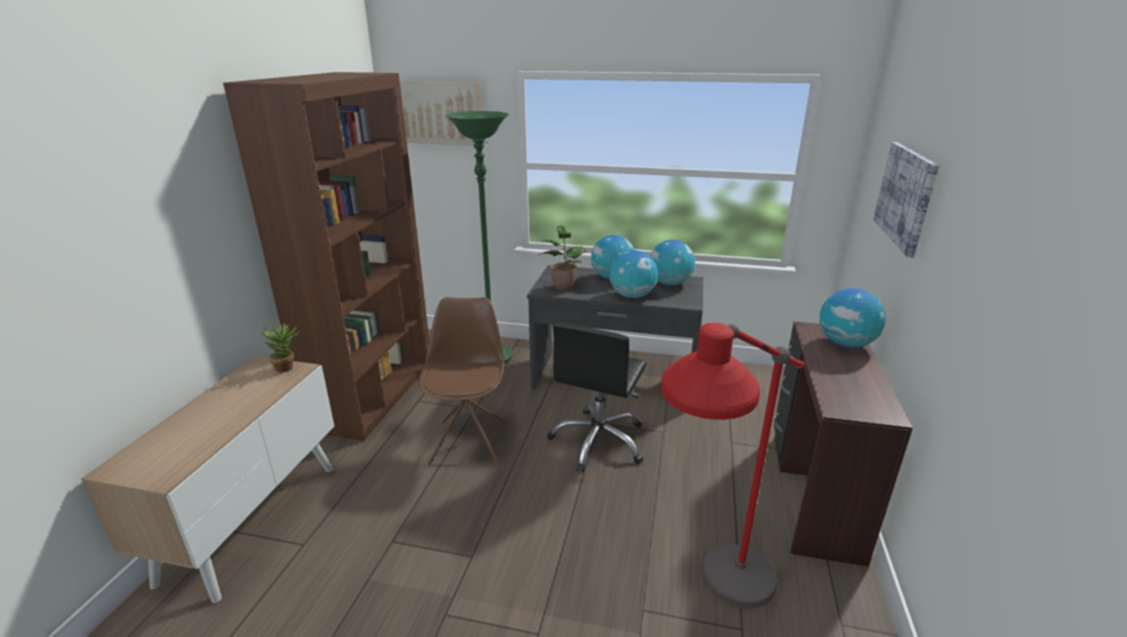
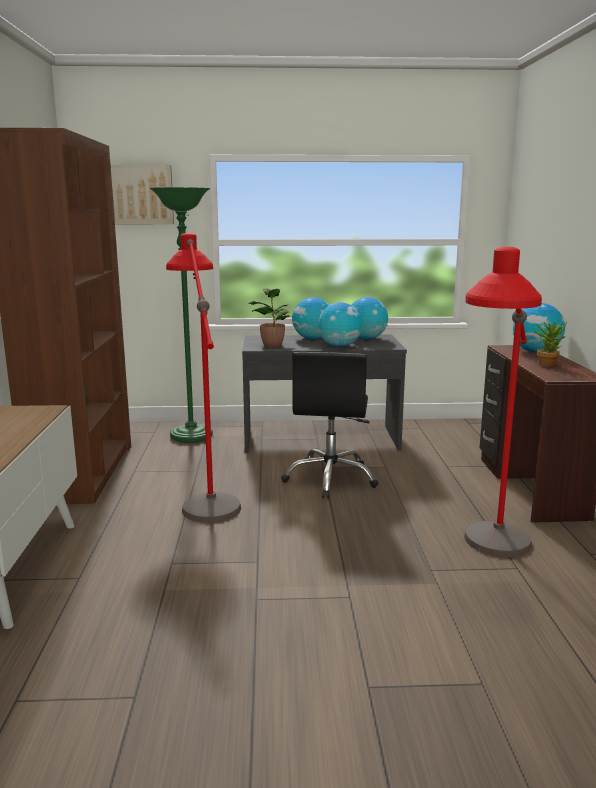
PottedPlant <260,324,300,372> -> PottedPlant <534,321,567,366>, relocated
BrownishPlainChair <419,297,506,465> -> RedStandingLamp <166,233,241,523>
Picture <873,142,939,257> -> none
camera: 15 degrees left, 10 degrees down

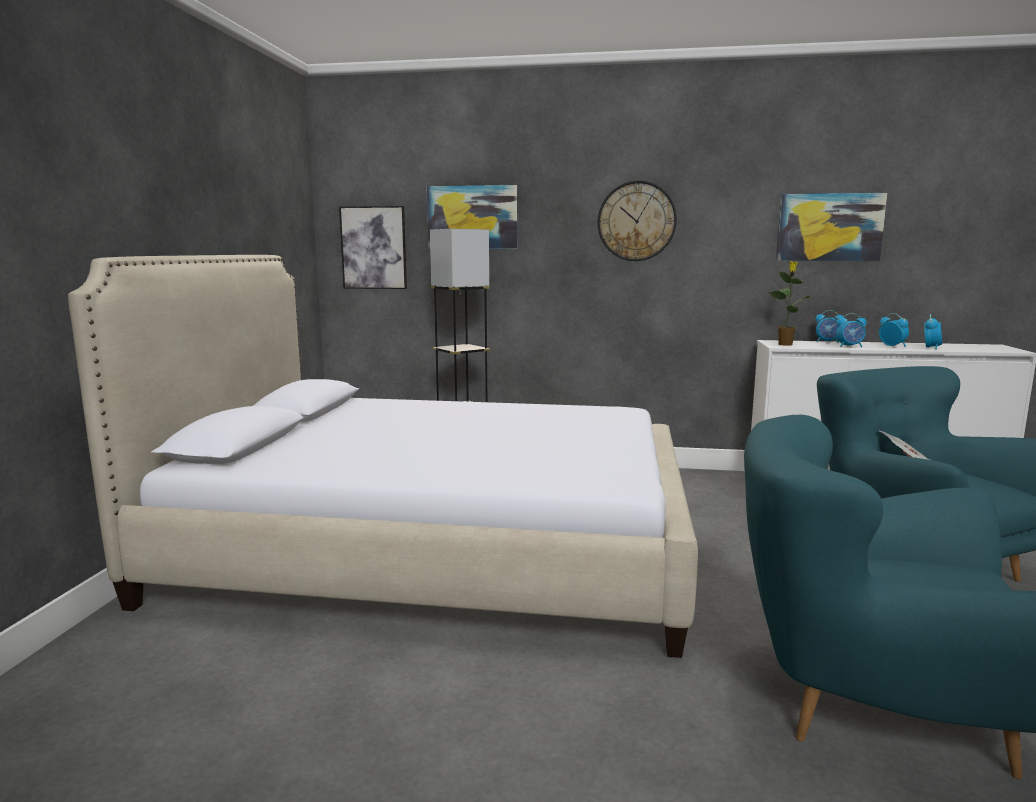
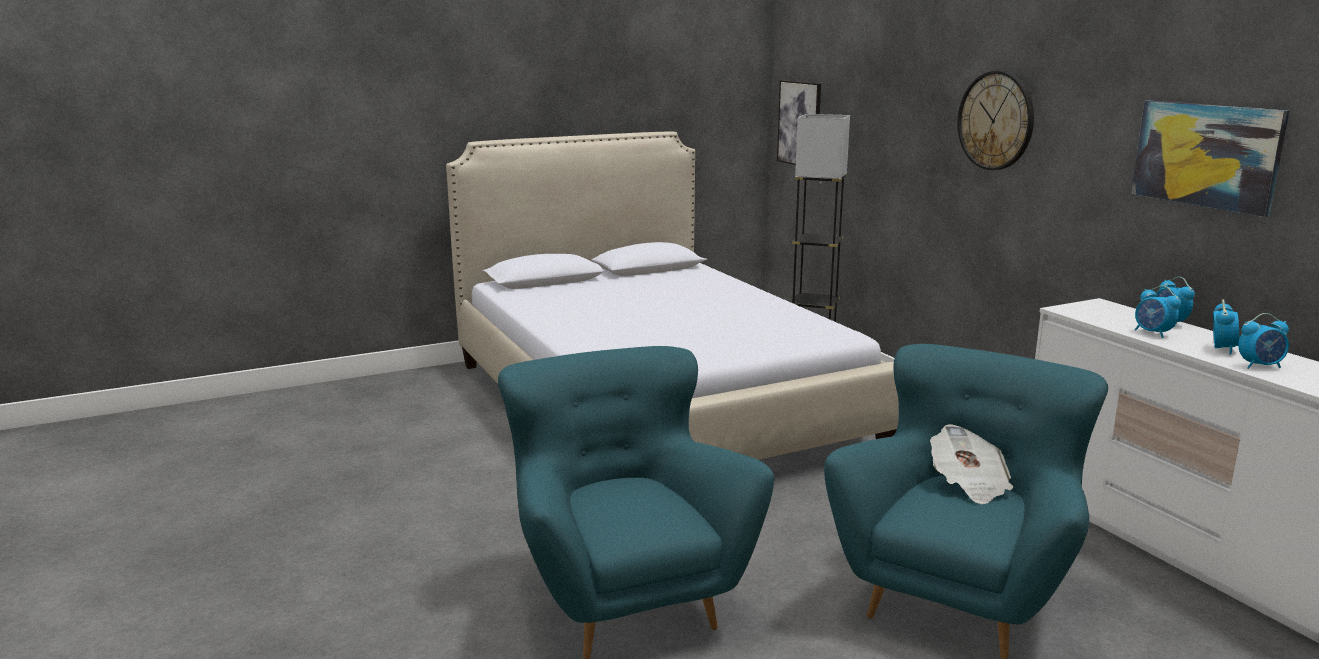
Picture <426,185,518,249> -> none
PottedPlant <768,261,812,346> -> none
camera: 55 degrees right, 5 degrees up

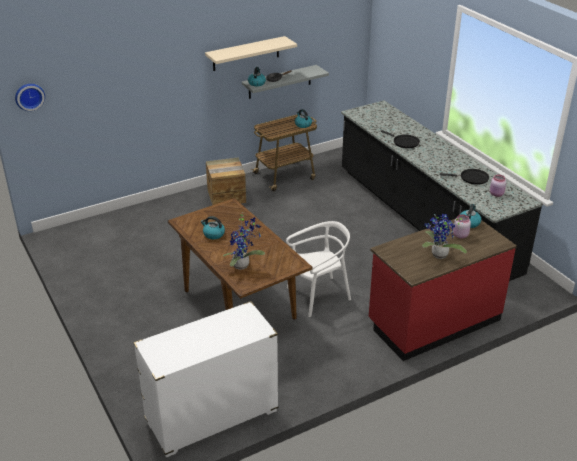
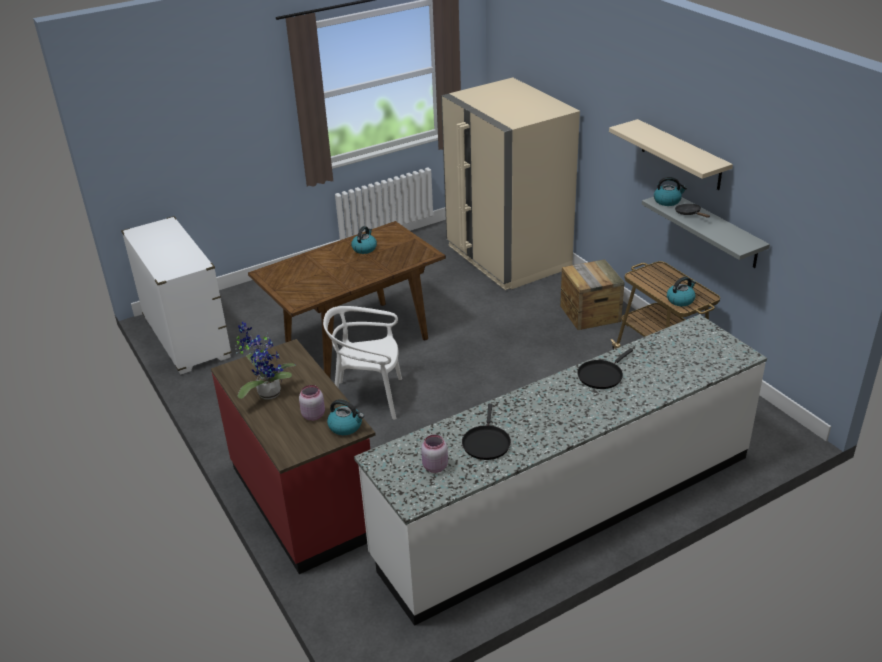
HangingClock <15,84,45,111> -> none
PottedPlant <223,212,265,270> -> none
WhitePlainChair <286,221,351,317> -> WhitePlainChair <323,306,402,420>, 120 degrees clockwise
BlackColouredKitchenCounter <341,100,543,281> -> WhiteKitchenCounter <354,314,767,626>
none -> BeigeRefrigerator <441,77,580,290>
camera: 90 degrees right, 0 degrees up

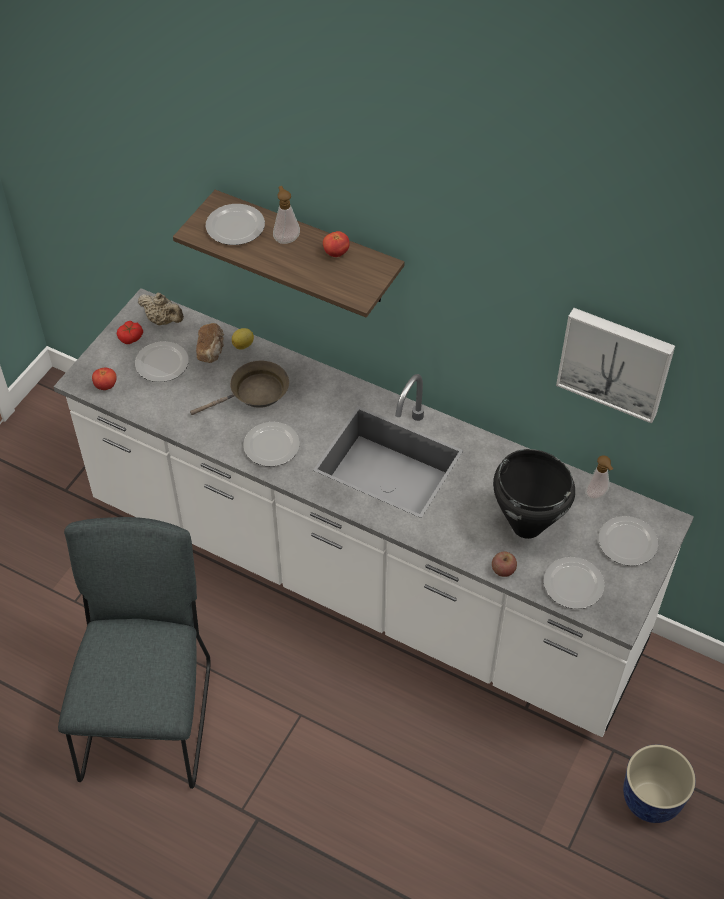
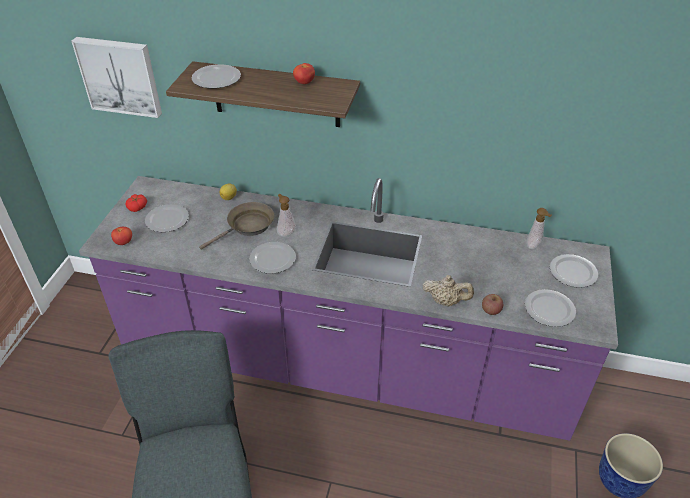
WhiteKitchenCounter <53,288,694,737> -> PurpleColouredKitchenCounter <79,176,618,441>
BeigePotForTea <138,292,184,325> -> BeigePotForTea <423,275,474,307>, relocated
BakedBread <196,323,224,363> -> none
SoapDispenser <273,186,300,244> -> SoapDispenser <277,194,296,237>, relocated
BlackColouredCookingPot <493,449,575,539> -> none
Picture <556,308,675,424> -> Picture <71,37,162,118>, relocated
camera: 15 degrees left, 10 degrees down

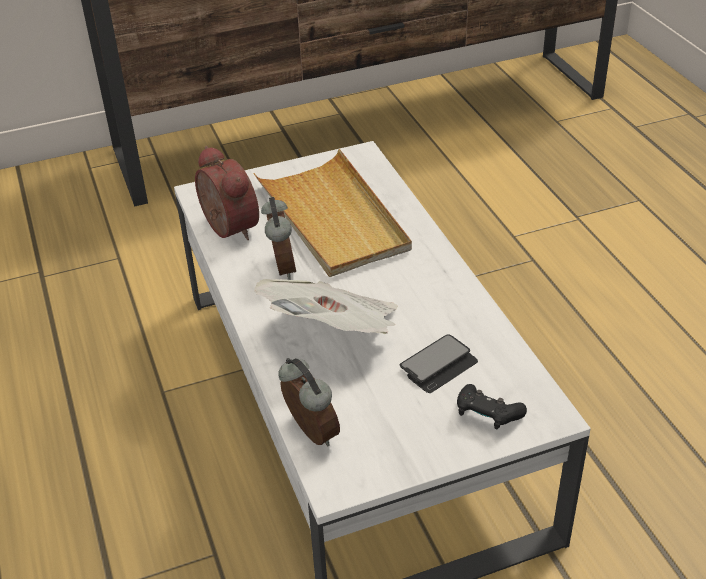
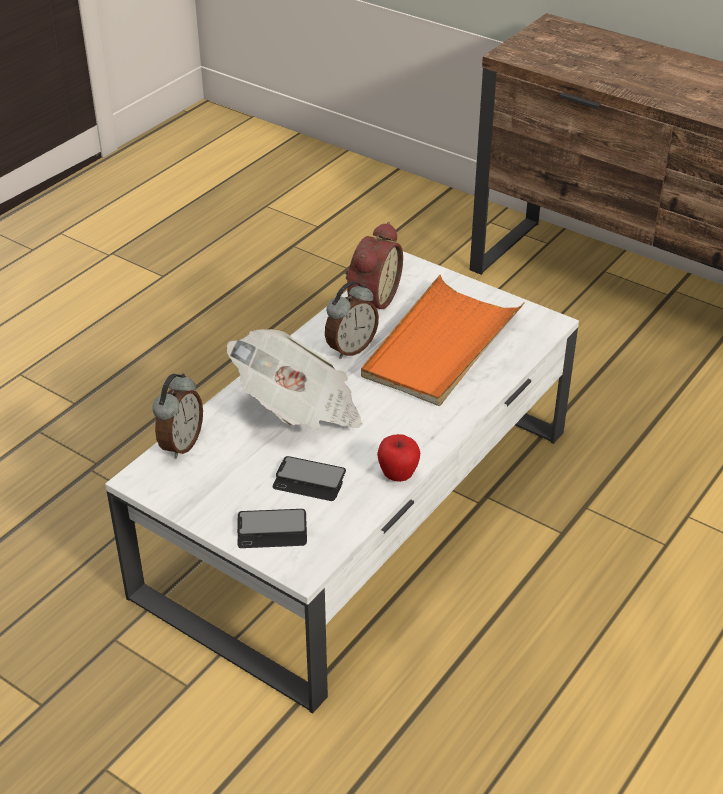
BeigeCarryingTray <253,149,412,277> -> OrangeyCarryingTray <361,275,524,406>
BlackColouredGameController <457,384,527,429> -> Telephone <237,509,307,548>
none -> Apple <377,434,420,482>
camera: 55 degrees right, 0 degrees up

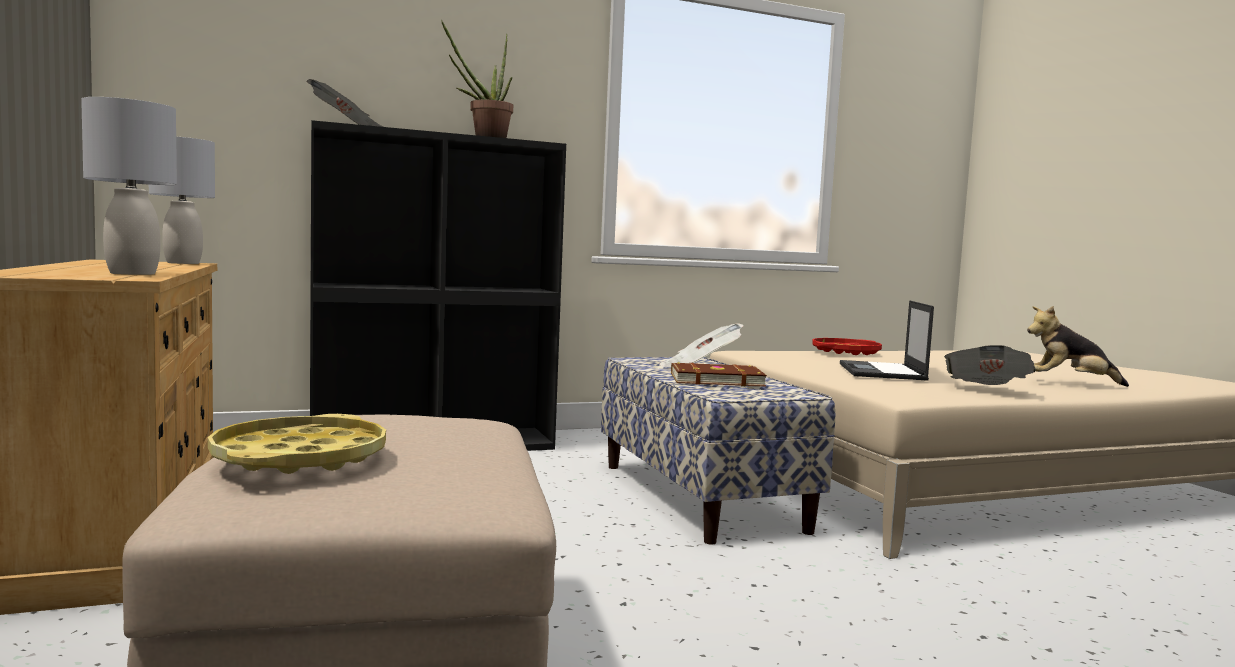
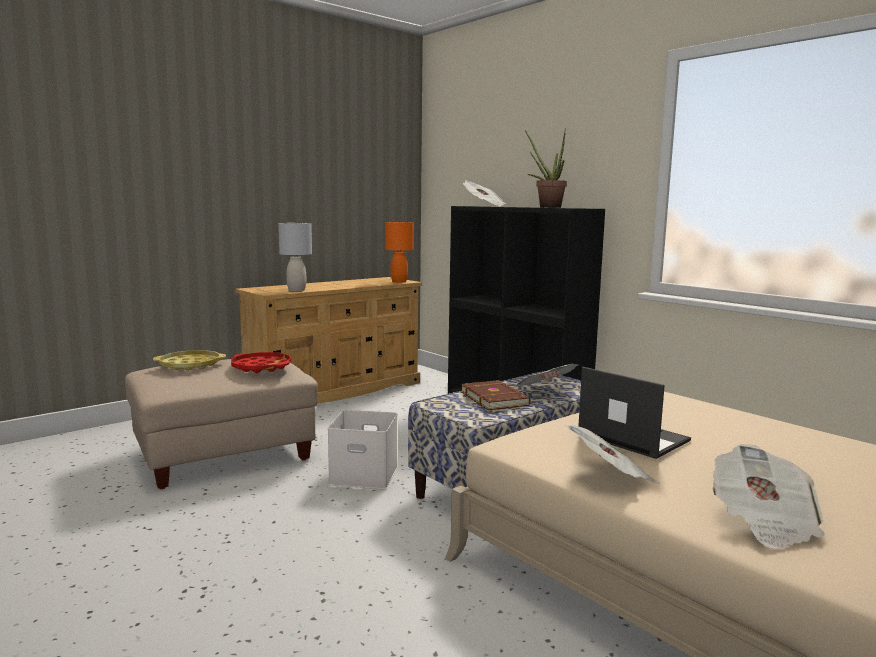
GrayTableLamp <149,136,215,264> -> OrangeyTableLamp <385,222,414,283>
RedCarryingTray <812,338,882,355> -> RedCarryingTray <231,352,291,373>, relocated
Laptop <840,300,934,381> -> Laptop <578,367,691,459>, 60 degrees clockwise
SoftToy <1027,306,1129,387> -> DailyPaper <712,444,825,549>
none -> WhiteStorageContainer <328,410,397,489>
camera: 70 degrees right, 5 degrees up

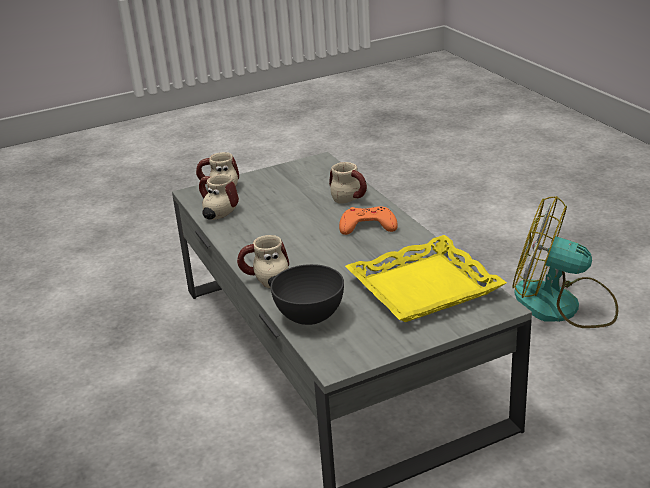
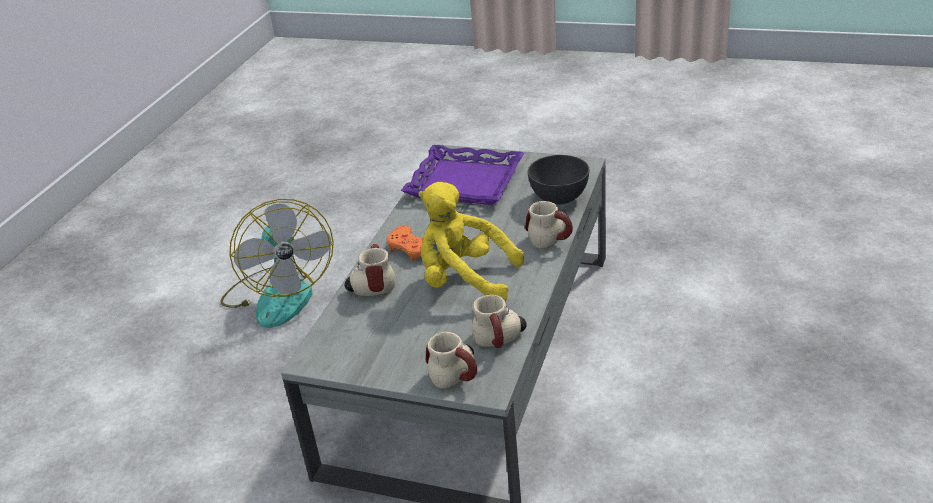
YellowCarryingTray <345,235,507,322> -> PurpleColouredCarryingTray <401,145,524,205>
none -> YellowSoftToy <419,182,524,301>
camera: 135 degrees left, 5 degrees up

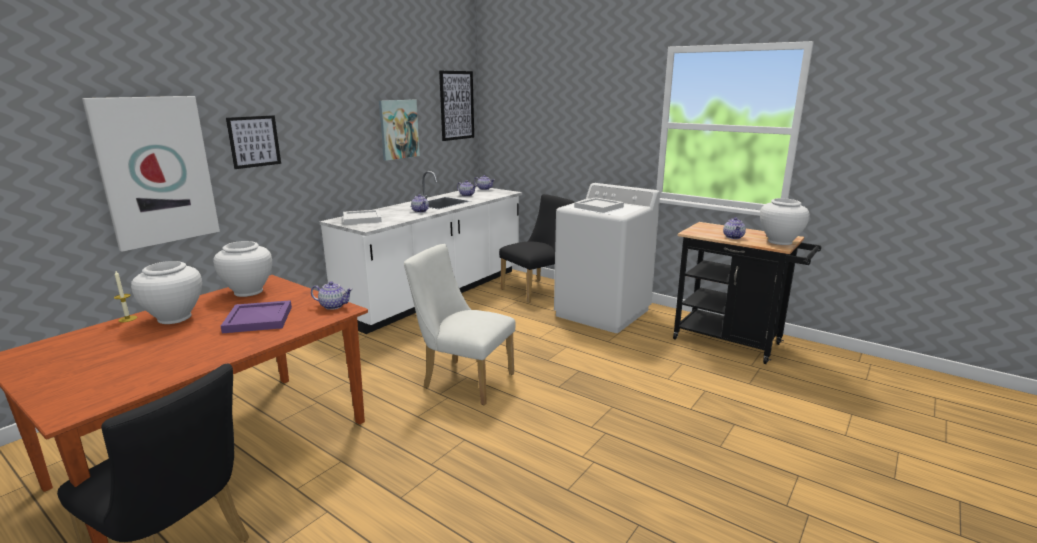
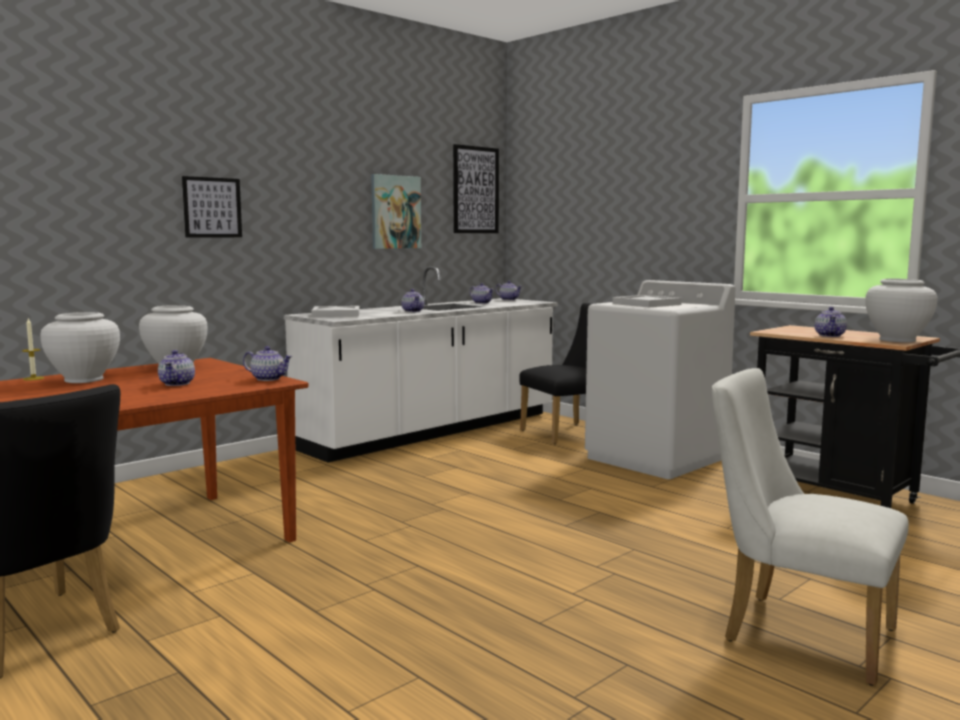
Picture <82,96,220,252> -> none
PurpleColouredCarryingTray <221,300,292,333> -> PotForTea <158,350,195,386>
WhitePlainChair <404,244,516,405> -> WhitePlainChair <712,368,909,686>, relocated
camera: 10 degrees right, 10 degrees down

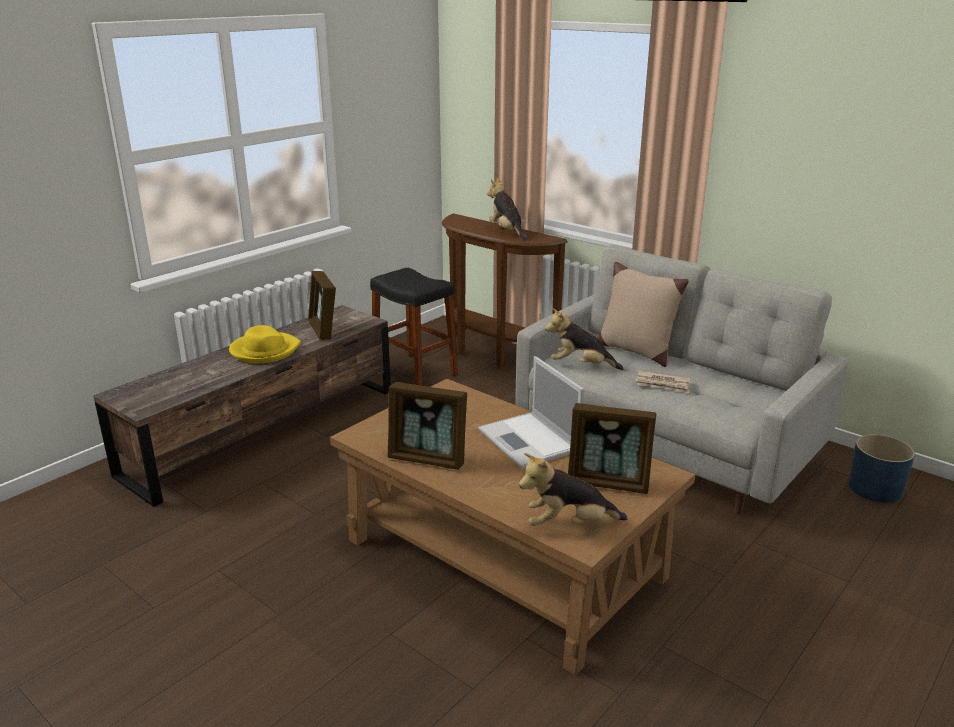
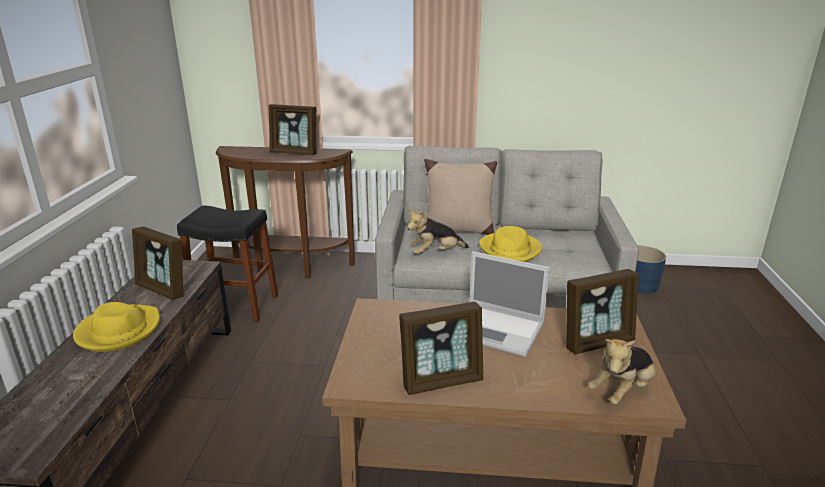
SoftToy <487,178,528,241> -> StandingFrame <268,104,317,155>
DailyPaper <636,371,690,393> -> YellowHat <479,226,542,262>
camera: 35 degrees left, 0 degrees up

